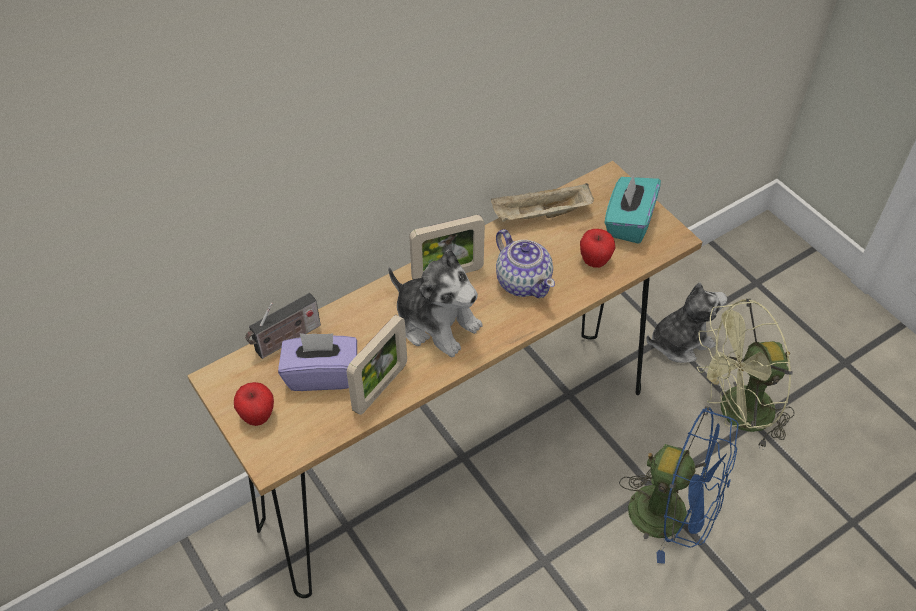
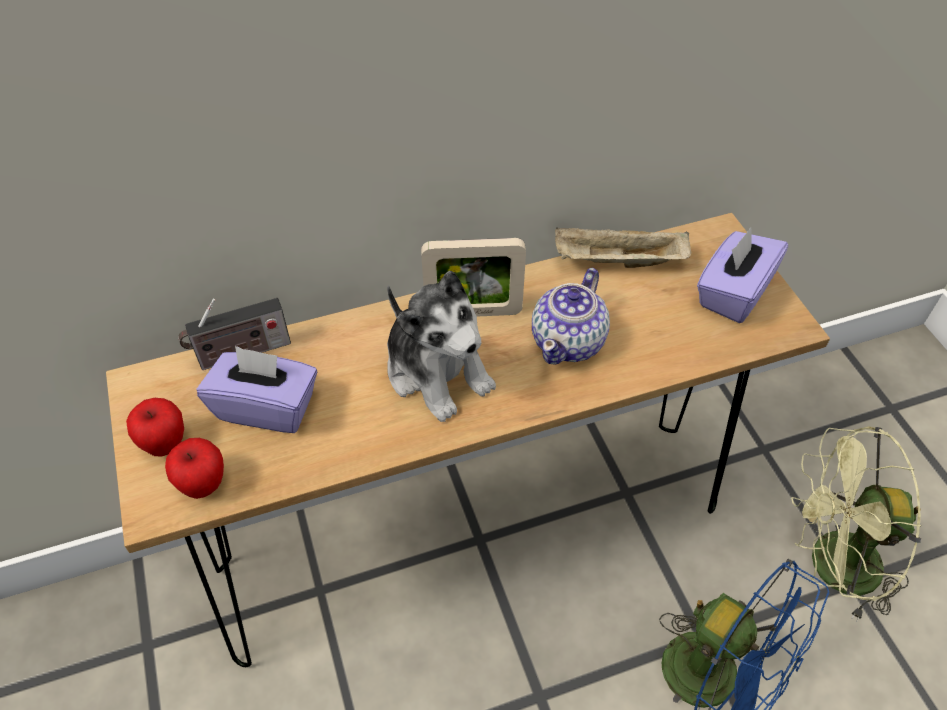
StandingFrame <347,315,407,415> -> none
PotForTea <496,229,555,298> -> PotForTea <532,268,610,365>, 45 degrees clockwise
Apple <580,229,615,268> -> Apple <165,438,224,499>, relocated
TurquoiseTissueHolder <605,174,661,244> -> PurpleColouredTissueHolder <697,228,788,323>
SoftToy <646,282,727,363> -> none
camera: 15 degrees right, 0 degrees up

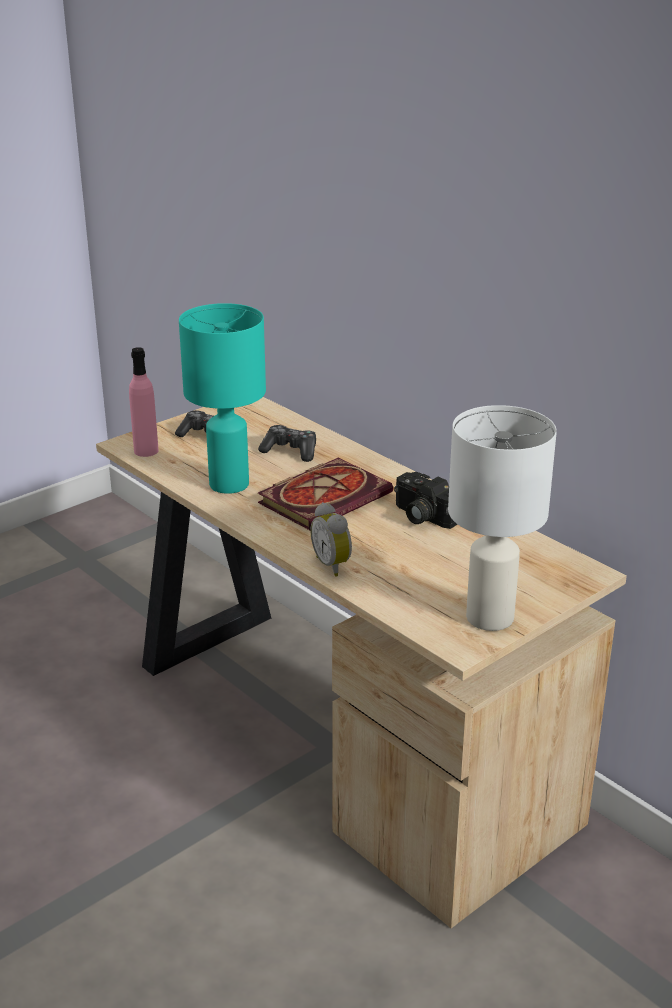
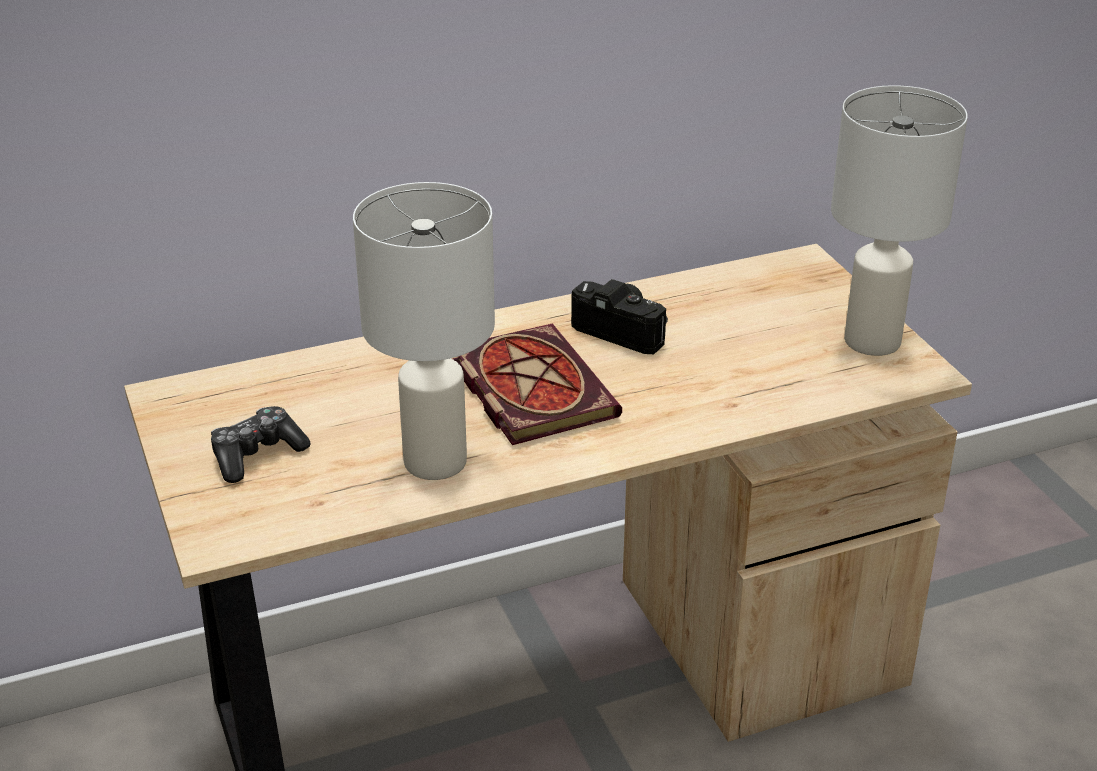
PinkishDrinkBottle <129,347,159,457> -> none
TurquoiseTableLamp <179,303,266,494> -> WhiteTableLamp <353,182,495,480>
GameController <258,425,316,462> -> none
TableClock <310,502,352,577> -> none
StillCamera <394,472,458,529> -> StillCamera <571,279,668,354>, 120 degrees counterclockwise
camera: 70 degrees left, 5 degrees up

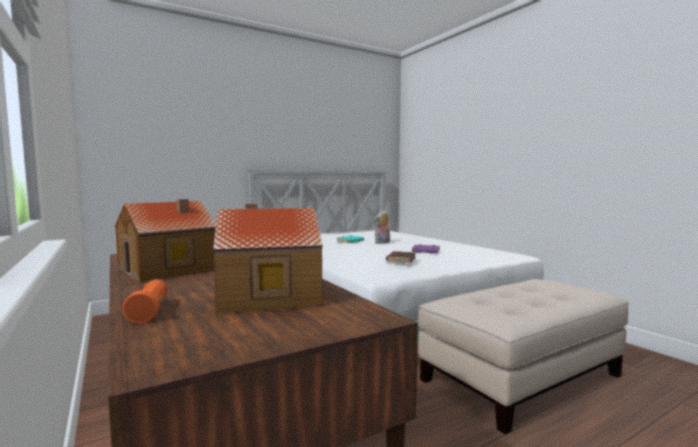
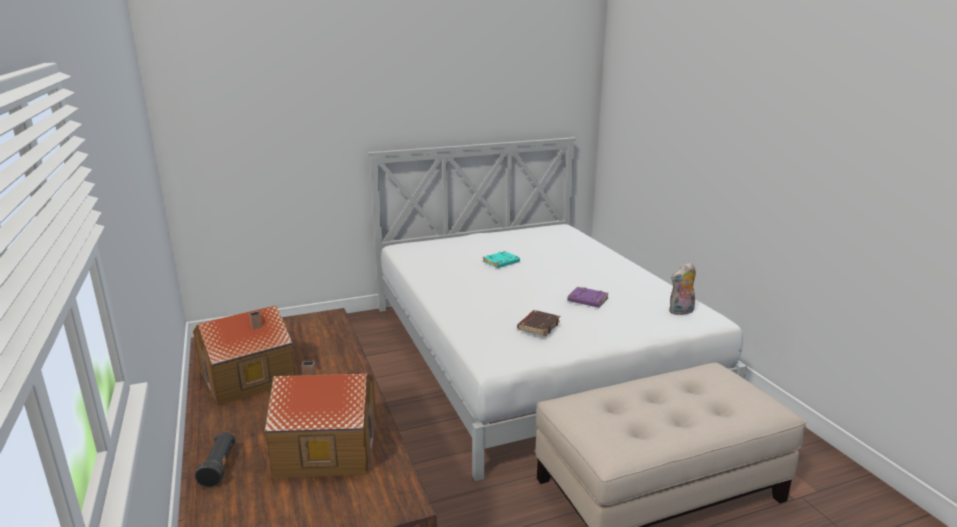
OrangeyFlashlight <122,279,167,323> -> BlackColouredFlashlight <194,432,235,488>
SoftToy <374,210,390,244> -> SoftToy <669,262,696,315>, relocated
camera: 10 degrees right, 15 degrees up

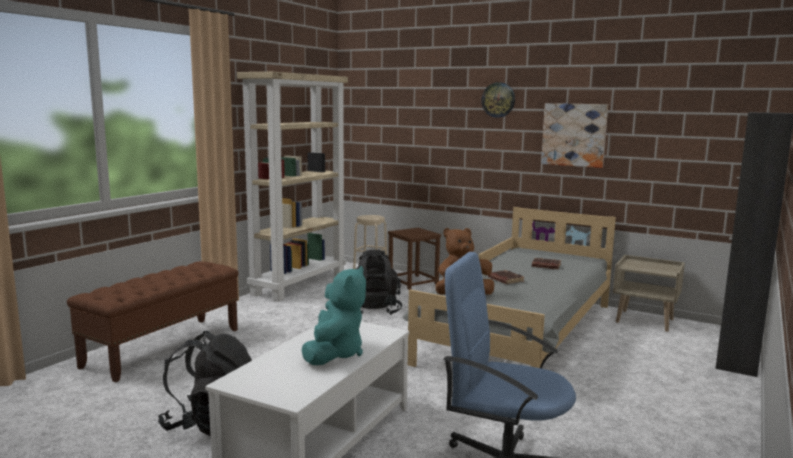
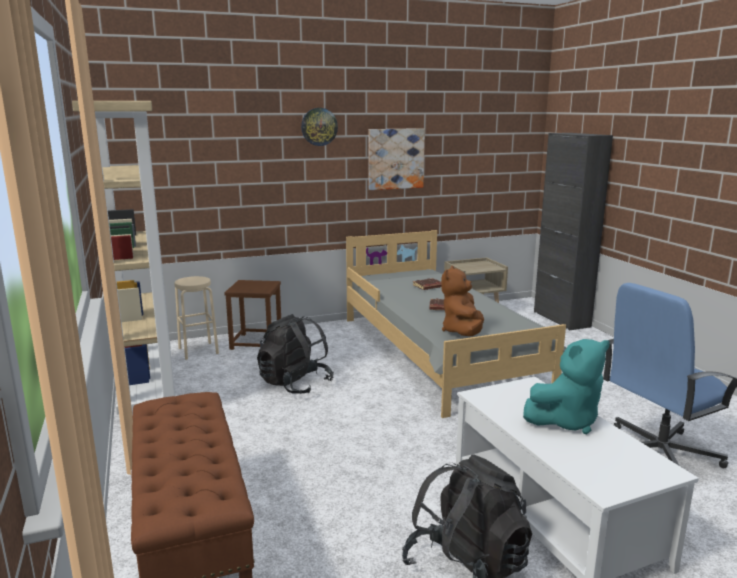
TurquoiseSoftToy <302,266,366,365> -> TurquoiseSoftToy <523,339,610,434>, 105 degrees clockwise
camera: 50 degrees left, 5 degrees up

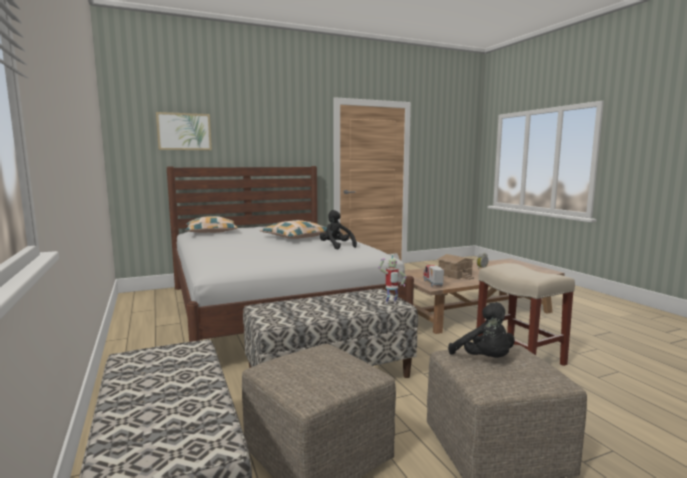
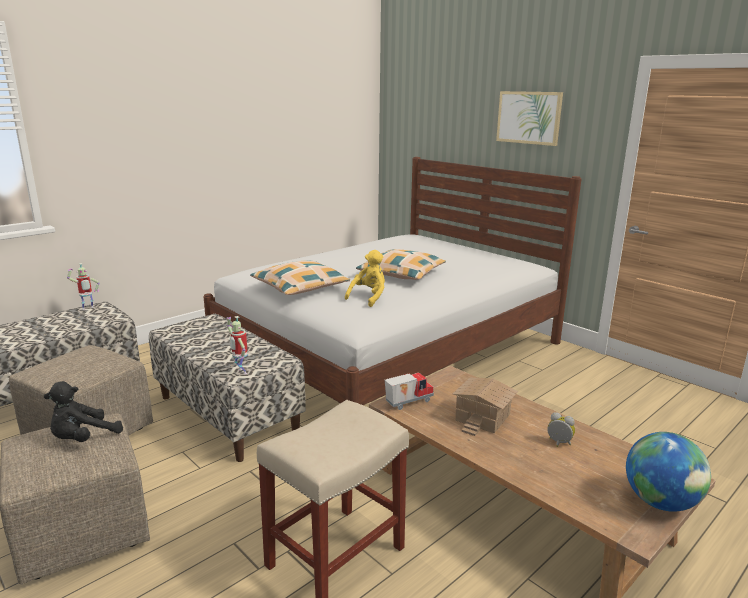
Picture <156,112,212,150> -> Picture <496,91,563,146>, relocated
Pillow <185,216,237,233> -> Pillow <250,260,350,295>, relocated
BlackColouredSoftToy <320,210,357,249> -> YellowSoftToy <345,250,385,307>
none -> ToyRobot <67,263,100,310>
none -> Globe <626,432,711,512>
camera: 70 degrees right, 10 degrees up

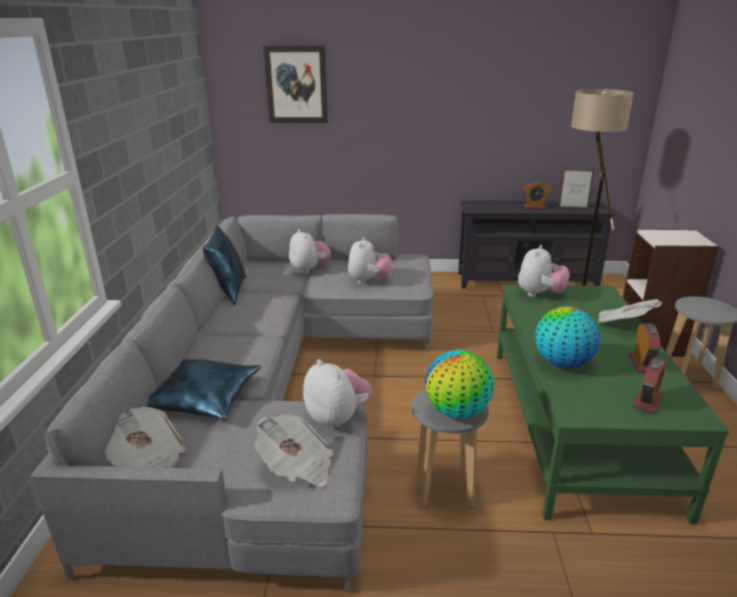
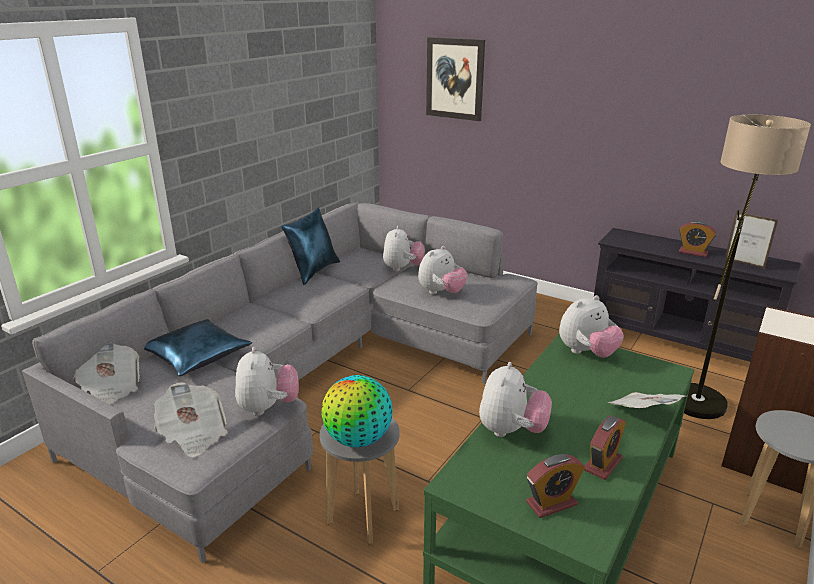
Globe <535,307,600,368> -> SoftToy <479,362,552,437>
camera: 30 degrees right, 0 degrees up

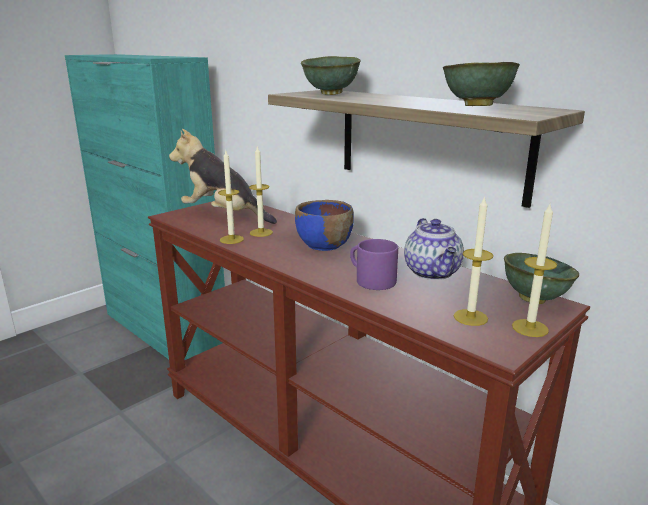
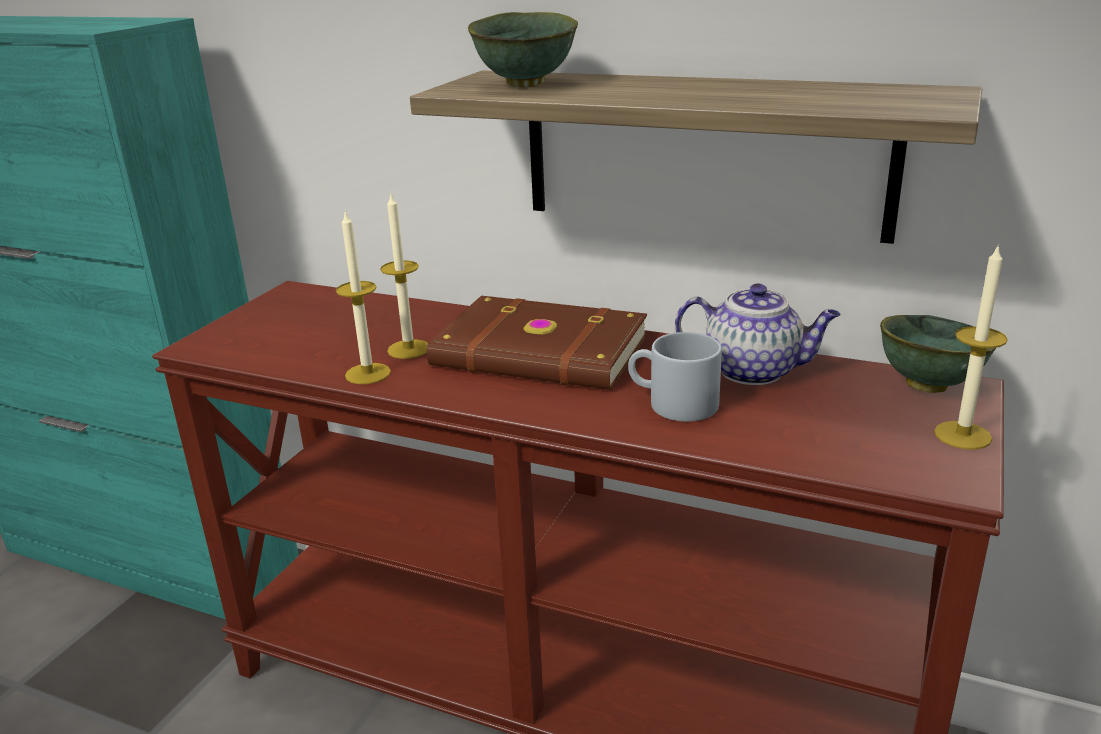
SoftToy <169,129,277,224> -> none
BlueColouredServingBowl <295,200,354,251> -> BrownishBoundBook <427,296,647,390>
PurpleColouredTeaMug <350,239,398,290> -> GrayTeaMug <628,332,722,422>
PotForTea <404,218,464,280> -> PotForTea <675,283,841,385>, 45 degrees counterclockwise
GreenServingBowl <443,62,520,106> -> none
Candle <454,196,493,326> -> none
camera: 20 degrees left, 5 degrees up

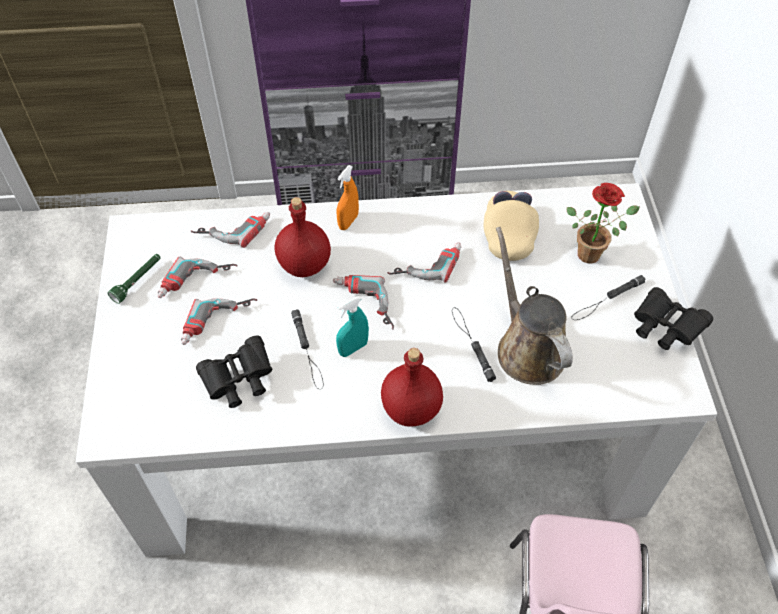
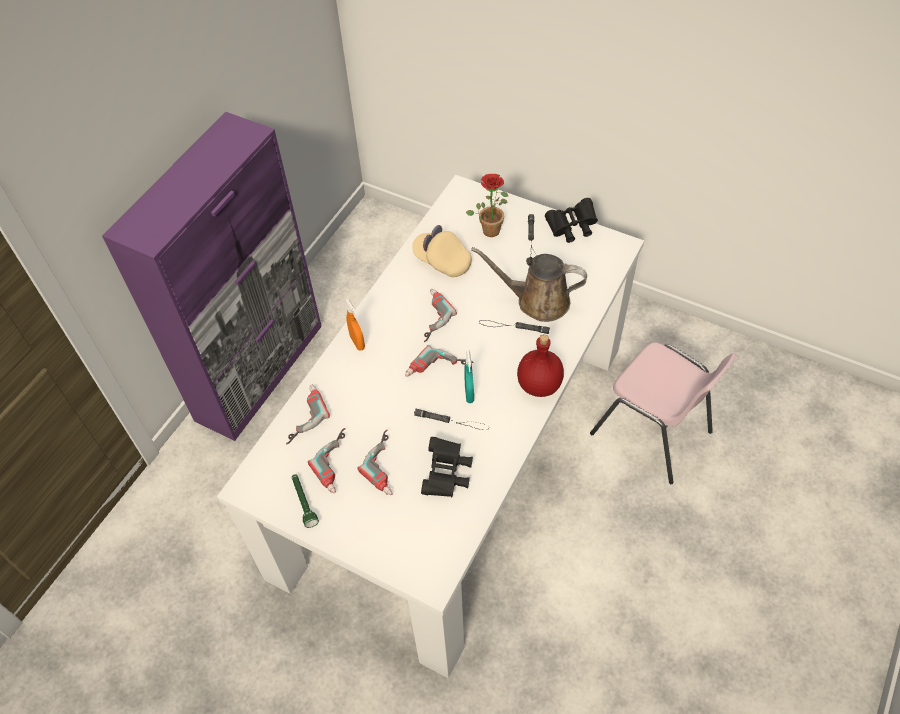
RedDrinkBottle <275,197,331,277> -> none
camera: 55 degrees left, 0 degrees up

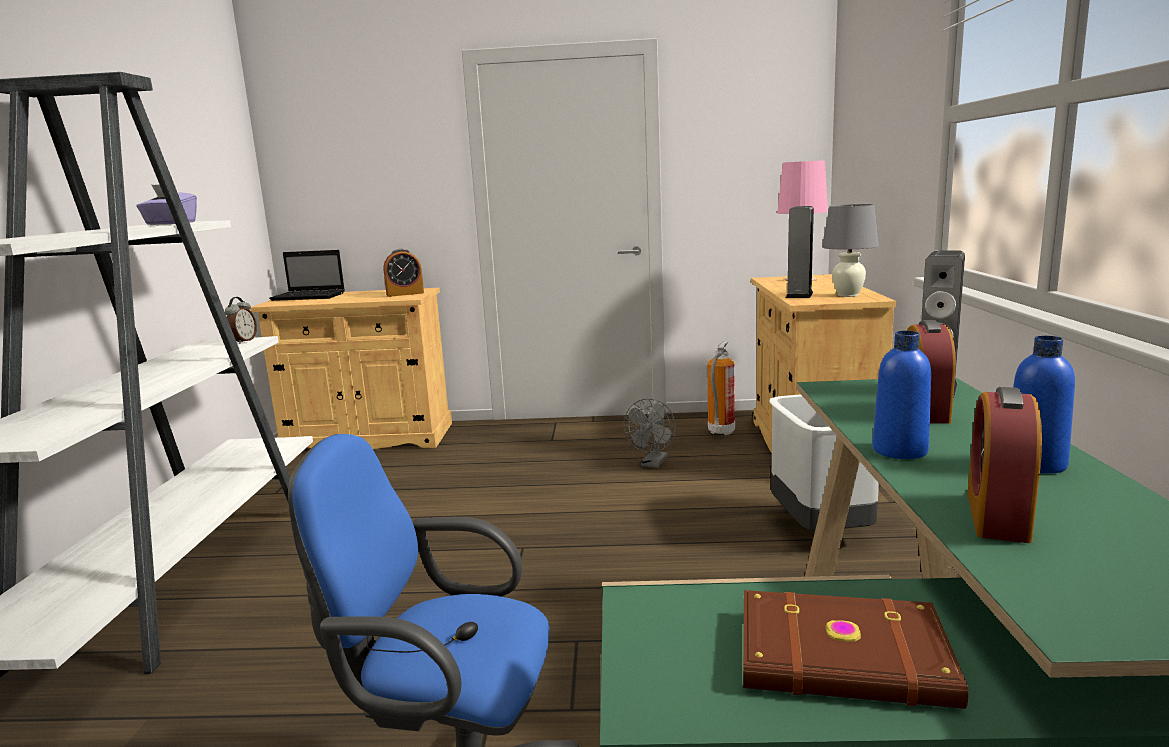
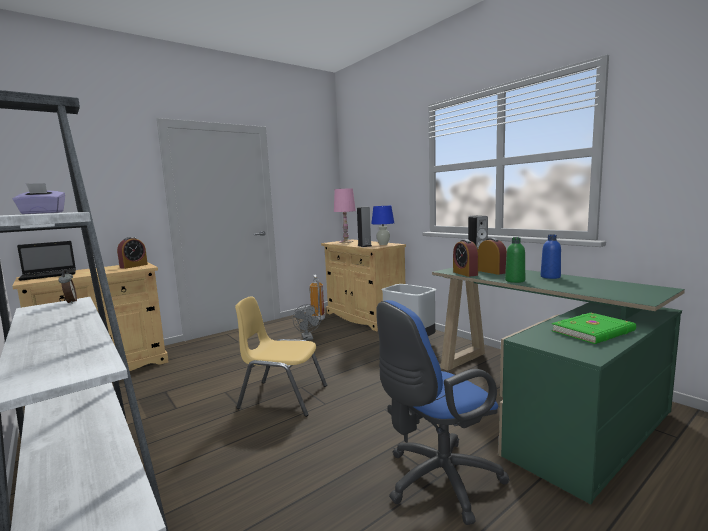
BrownishBoundBook <743,590,968,709> -> GreenBoundBook <552,313,636,344>
GrayTableLamp <822,204,879,297> -> BlueColouredTableLamp <371,206,394,245>
BlueColouredDrinkBottle <872,331,931,459> -> GreenDrinkBottle <505,237,525,283>
TableClock <967,387,1042,543> -> TableClock <453,239,478,277>, relocated
none -> YellowPlainChair <235,296,327,417>
camera: 40 degrees left, 5 degrees down

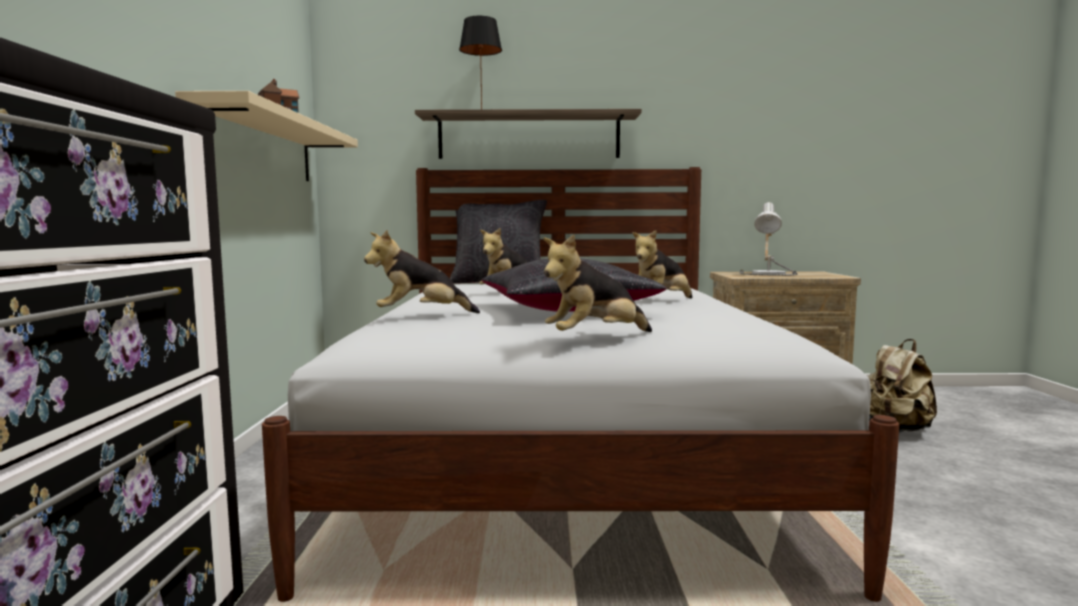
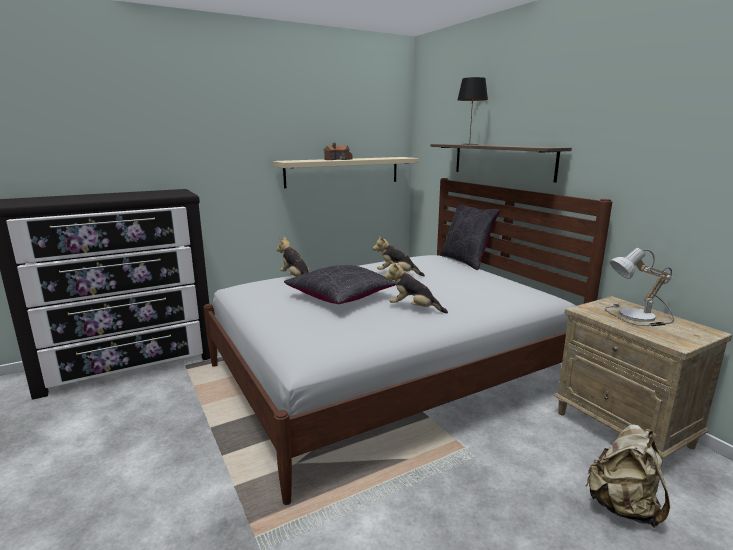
SoftToy <543,235,652,332> -> none
camera: 60 degrees right, 10 degrees up

